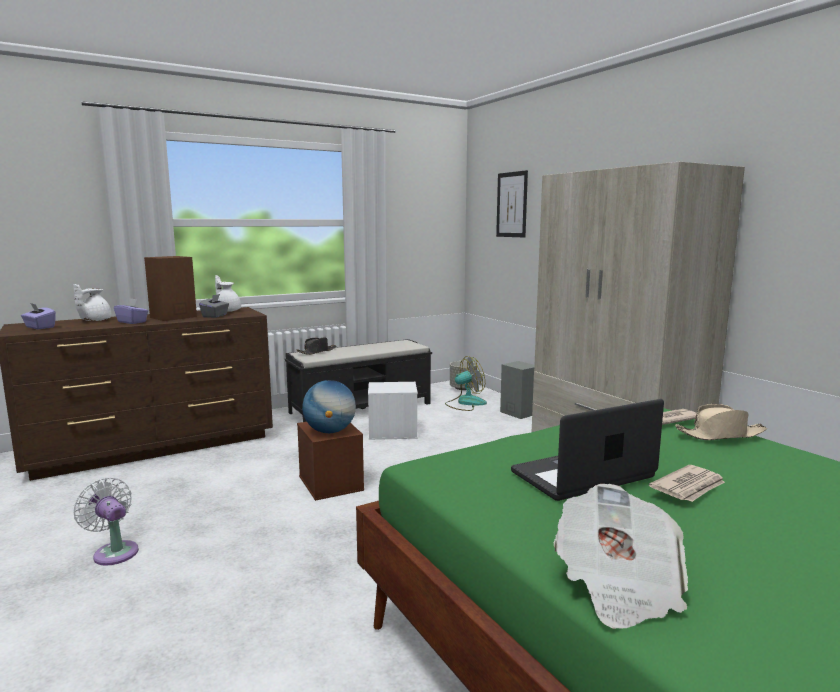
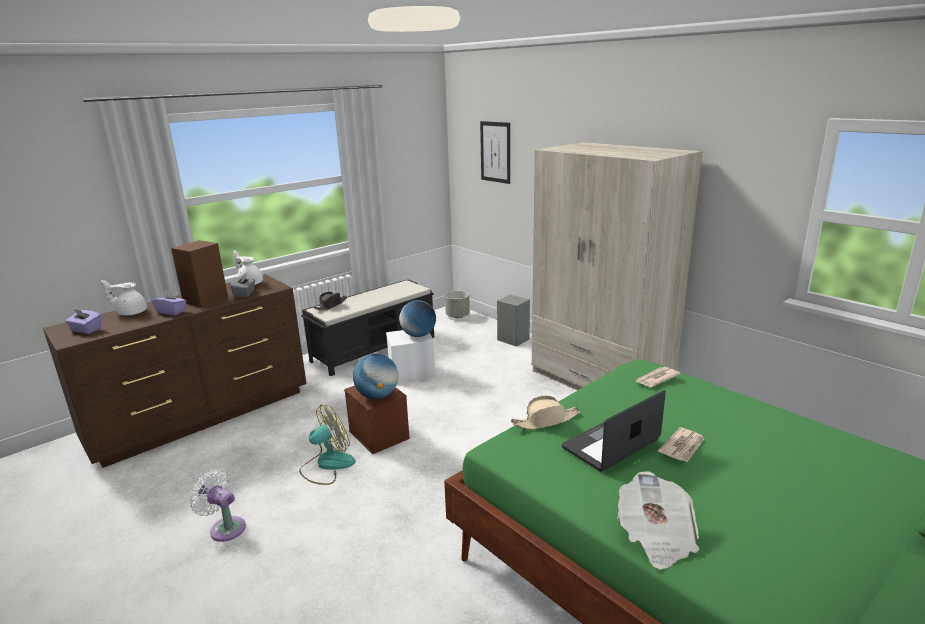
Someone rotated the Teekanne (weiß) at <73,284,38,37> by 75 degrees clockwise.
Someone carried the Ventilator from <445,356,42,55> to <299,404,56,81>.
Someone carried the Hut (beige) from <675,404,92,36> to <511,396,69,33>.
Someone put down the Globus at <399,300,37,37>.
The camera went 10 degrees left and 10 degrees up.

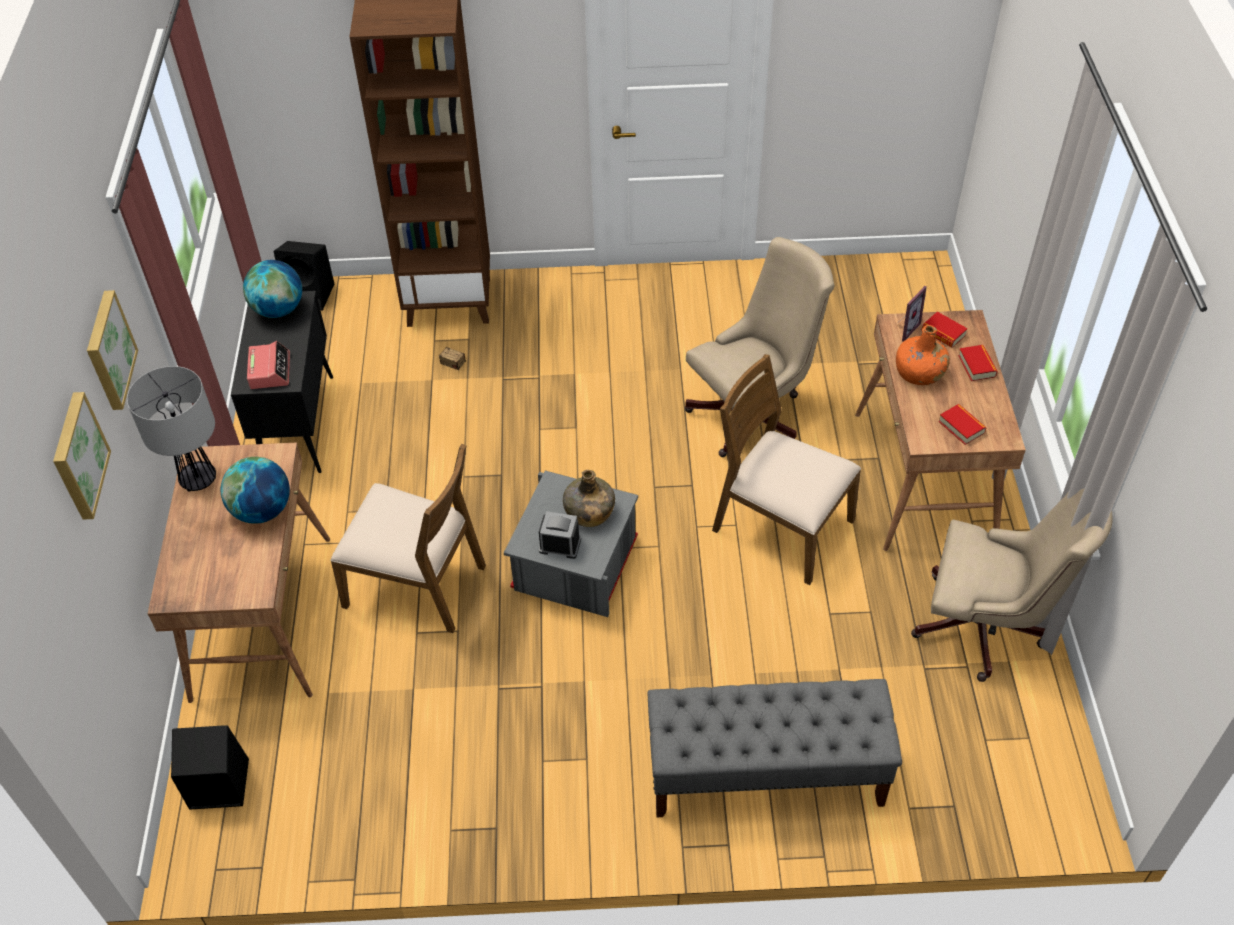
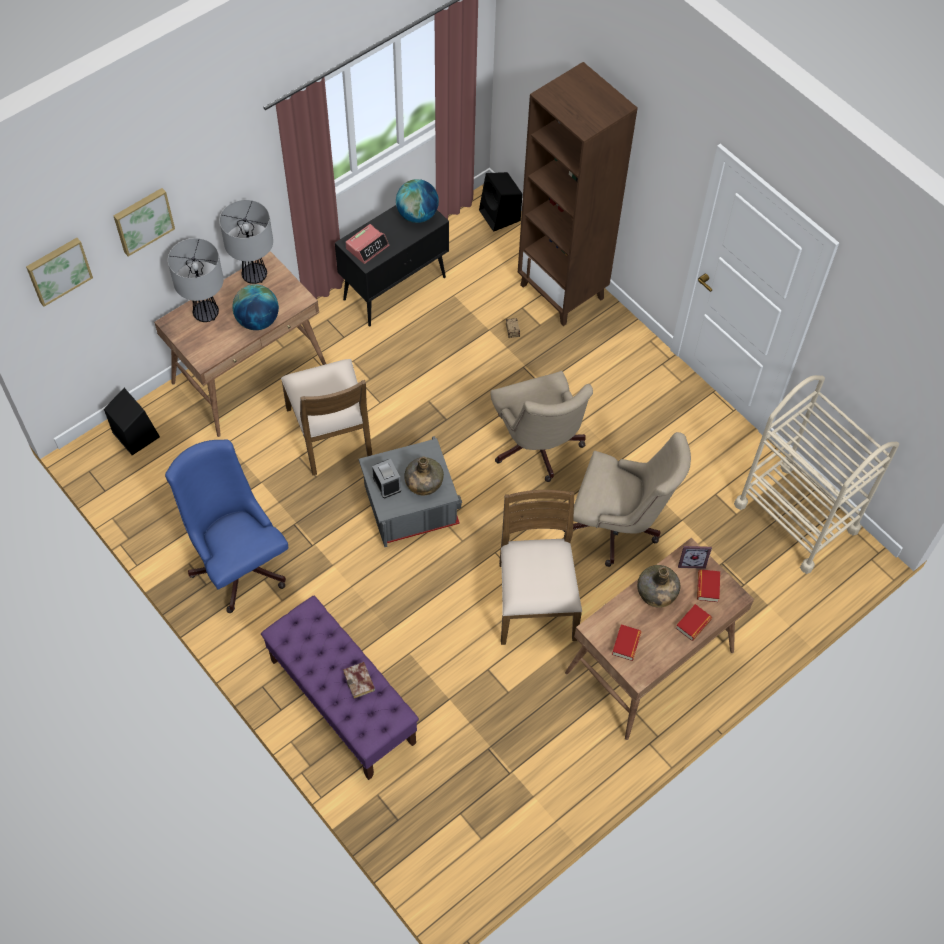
Someone carried the Bild from <87,290,51,120> to <26,238,67,69>.
Someone repainted the Bank (grau) at <648,679,254,138>, which became the Bank (lila) at <261,596,158,184>.
Someone repainted the Flasche (orange) at <896,325,54,60>, which became the Flasche (grün) at <637,565,43,43>.
Someone carried the Bürostuhl (beige) from <911,488,202,194> to <491,371,102,111>.
Someone put down the Bürostuhl (blau) at <165,439,123,174>.
Someone put down the Tischlampe at <168,238,56,84>.
Someone put down the Buch at <343,662,32,37>.
Someone put down the Rollwagen (beige) at <734,375,165,199>.
The camera went 50 degrees right and 10 degrees up.

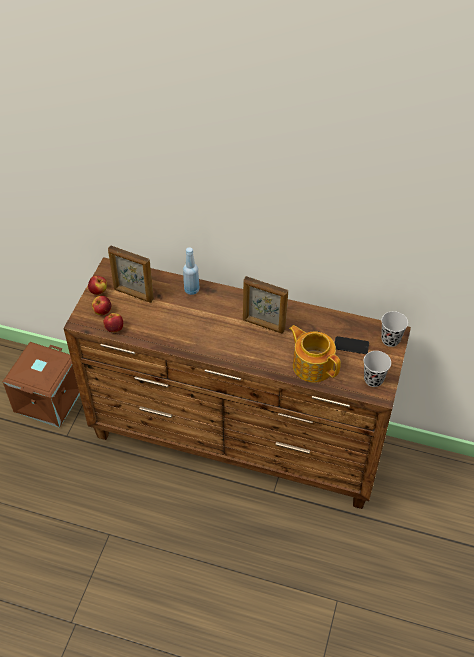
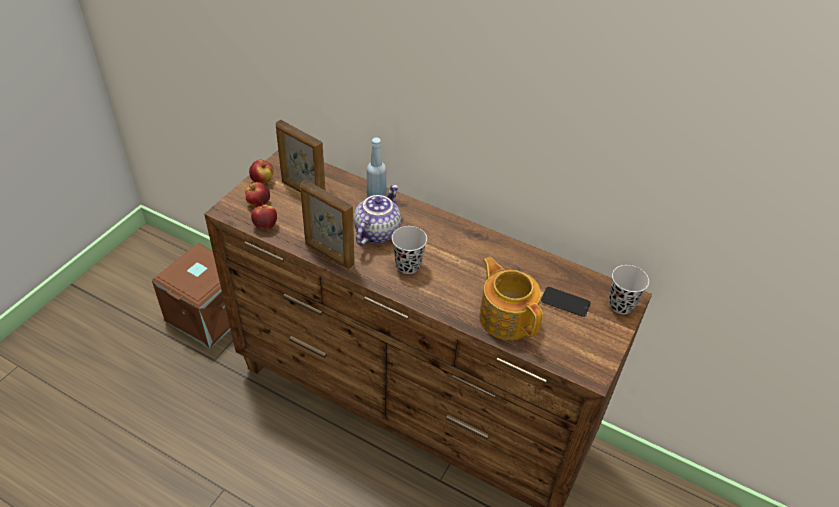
Someone carried the Bilderrahmen from <243,276,45,58> to <300,180,55,89>.
Someone carried the Tasse (schwarz) from <364,351,27,36> to <392,226,35,48>.
Someone put down the Teekanne at <354,184,47,62>.
The camera went 10 degrees right and 5 degrees down.

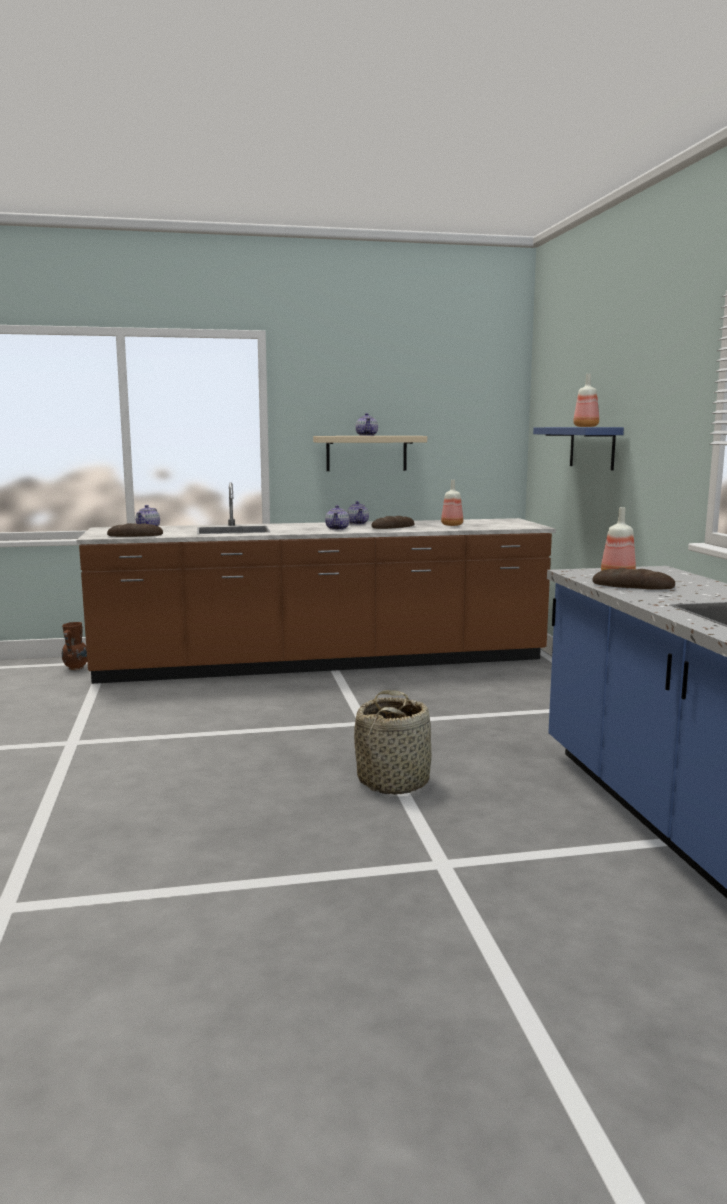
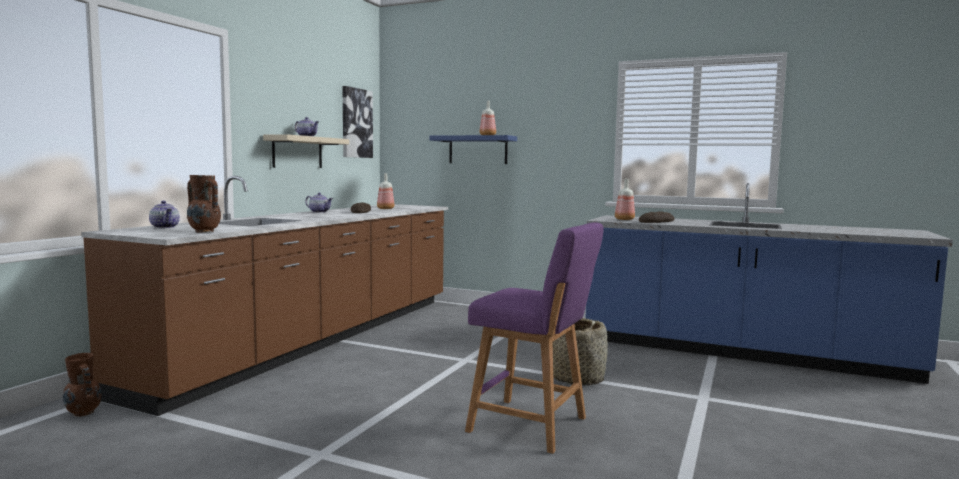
Someone swapped the Brot at <107,523,56,14> for the Vase (braun) at <187,175,34,57>.
Someone took away the Teekanne at <325,505,24,25>.
Someone put up the Bild at <343,86,30,72>.
Someone put down the Hocker (lila) at <465,222,139,232>.
The camera went 55 degrees left and 5 degrees down.

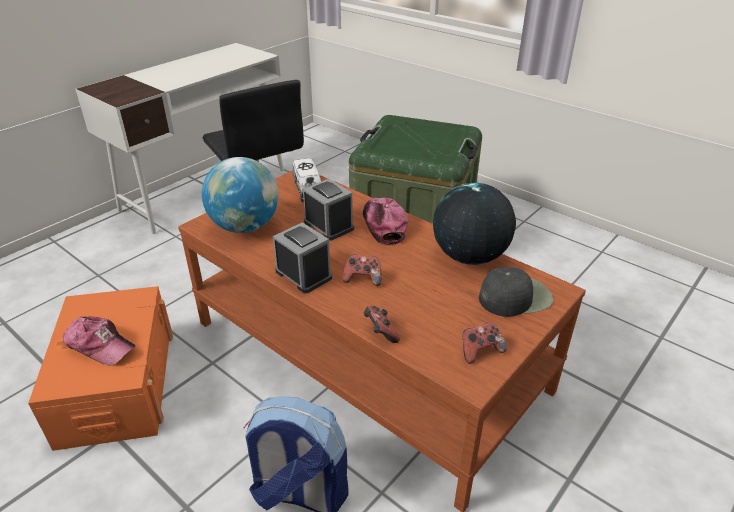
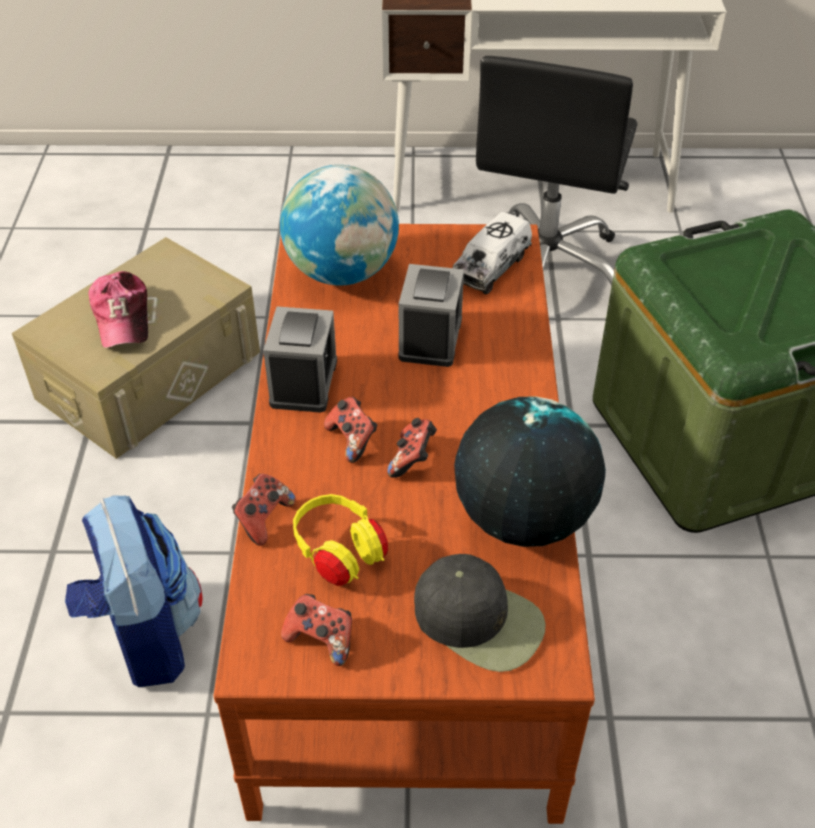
Someone repainted the Aufbewahrungsbox (orange) at <28,286,145,165>, which became the Aufbewahrungsbox (beige) at <12,237,248,222>.
Someone took away the Kappe at <363,198,45,48>.
Someone put down the Kopfhörer (gelb) at <293,494,95,92>.
Someone put down the Gamepad at <387,418,50,60>.
The camera went 50 degrees right and 10 degrees up.

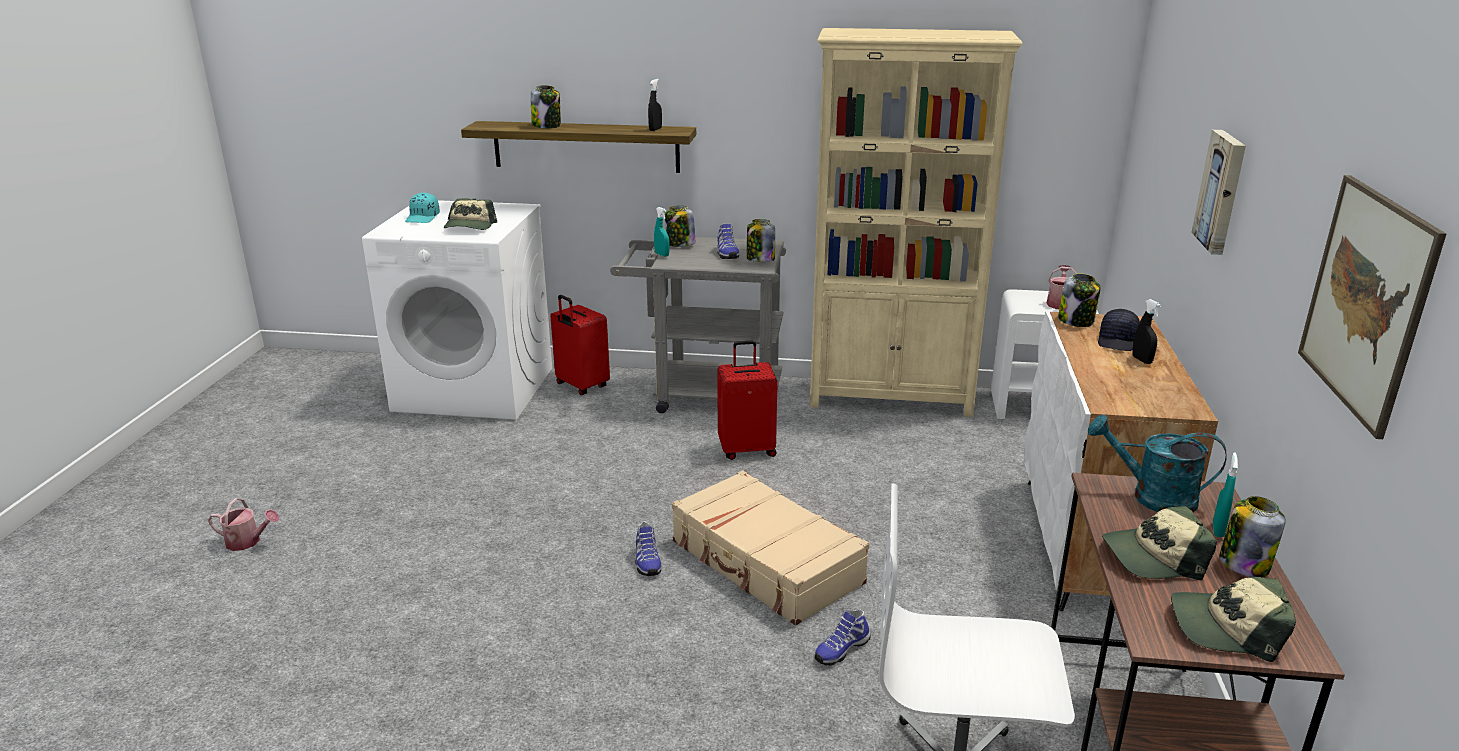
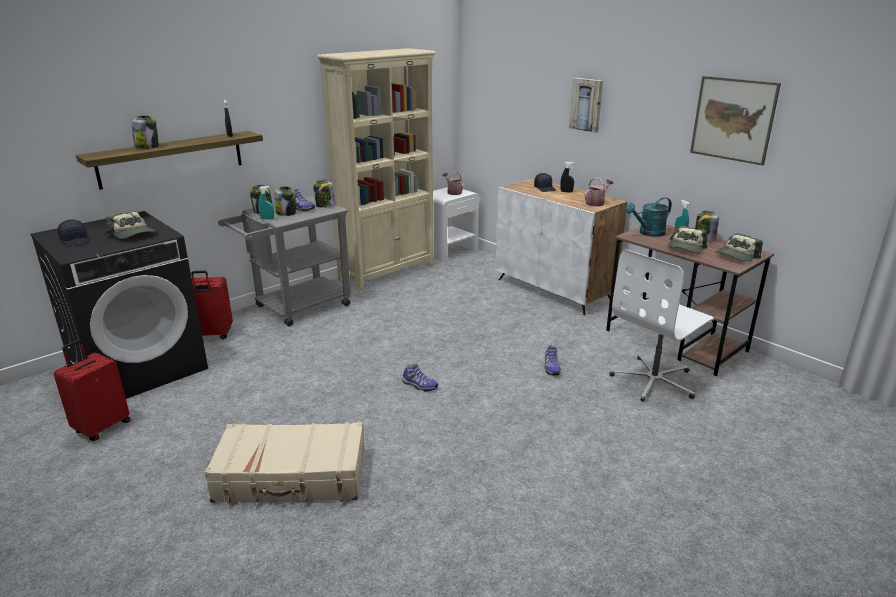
Someone carried the Gießkanne from <208,498,71,53> to <585,177,28,30>.
Someone repainted the Waschmaschine (weiß) at <362,200,190,220>, which became the Waschmaschine (schwarz) at <31,211,177,188>.
Someone repainted the Kappe (türkis) at <405,193,35,30>, which became the Kappe (schwarz) at <58,220,32,27>.
Someone carried the Koffer (beige) from <672,471,198,154> to <204,422,161,81>.
Someone carried the Koffer (rot) from <717,341,61,119> to <54,340,77,101>.
Someone carried the Vorratsglas from <1058,273,43,54> to <275,186,21,30>.
The camera went 50 degrees left and 0 degrees up.

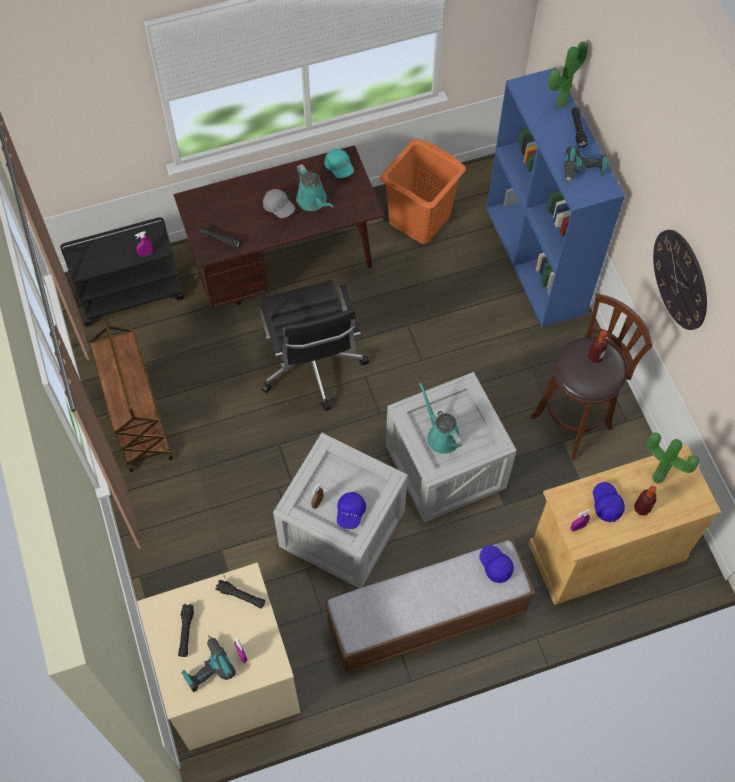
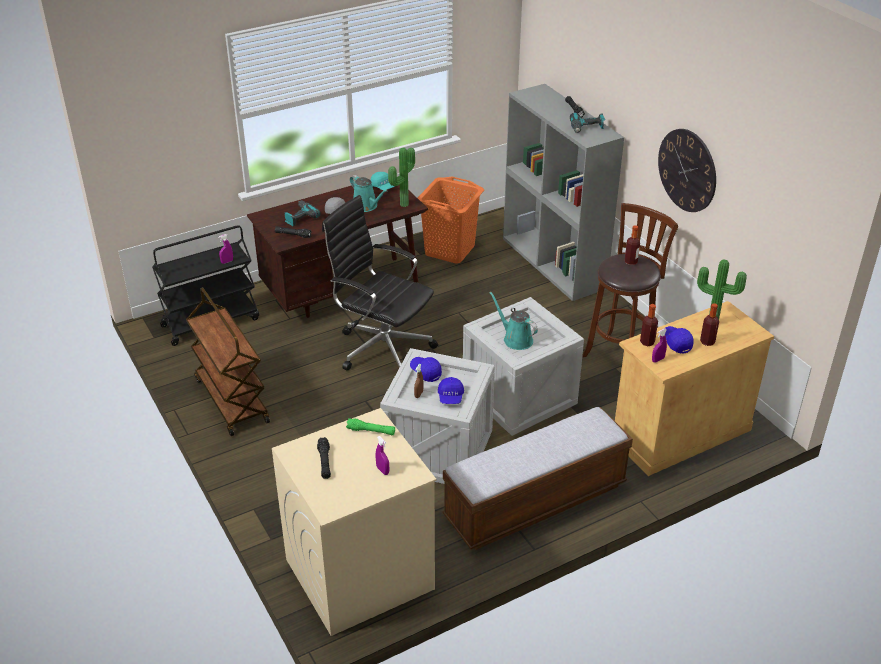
Someone carried the Bohrmaschine from <182,635,54,57> to <285,200,36,26>.
Someone repainted the Taschenlampe (schwarz) at <216,580,49,29>, which became the Taschenlampe (grün) at <346,418,49,17>.
Someone rotated the Bürostuhl (schwarz) at <260,280,109,131> by 150 degrees clockwise.
Someone carried the Kappe (blau) from <479,545,35,38> to <410,357,32,25>.
Someone repainted the Bücherregal (blau) at <486,67,139,260>, which became the Bücherregal (grau) at <503,84,121,217>.
Someone carried the Topfpflanze from <548,41,40,68> to <388,148,27,59>.
Someone put down the Flasche at <640,304,18,42>.
The camera went 10 degrees left and 25 degrees down.

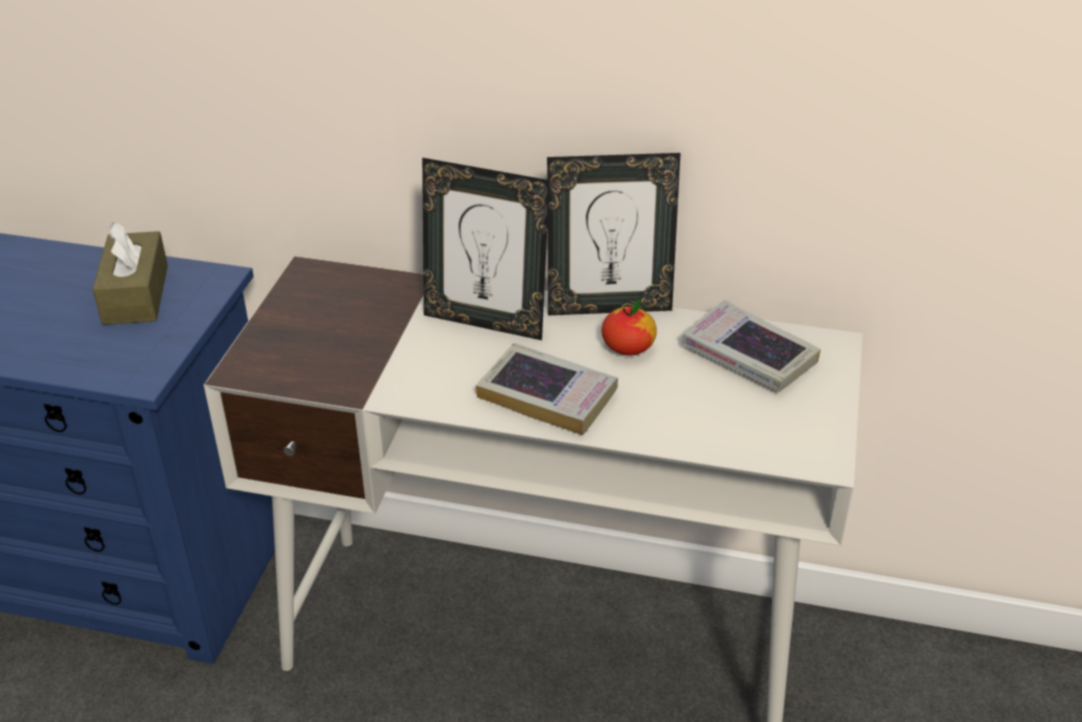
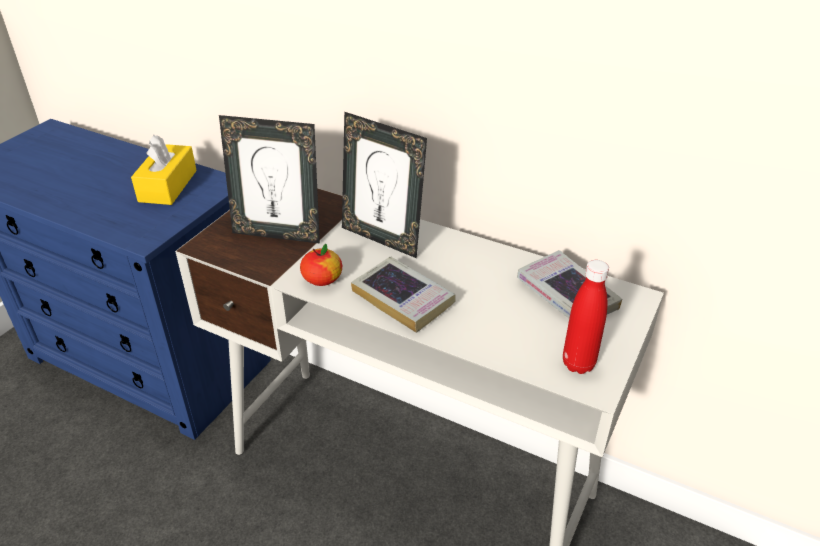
Someone repainted the Taschentuchbox (braun) at <92,222,76,103>, which became the Taschentuchbox (gelb) at <131,135,66,70>.
Someone carried the Bilderrahmen from <547,153,134,162> to <219,115,101,129>.
Someone carried the Apfel from <602,299,55,57> to <300,244,42,42>.
Someone put down the Flasche (rot) at <563,260,46,114>.
The camera went 15 degrees right and 0 degrees up.

